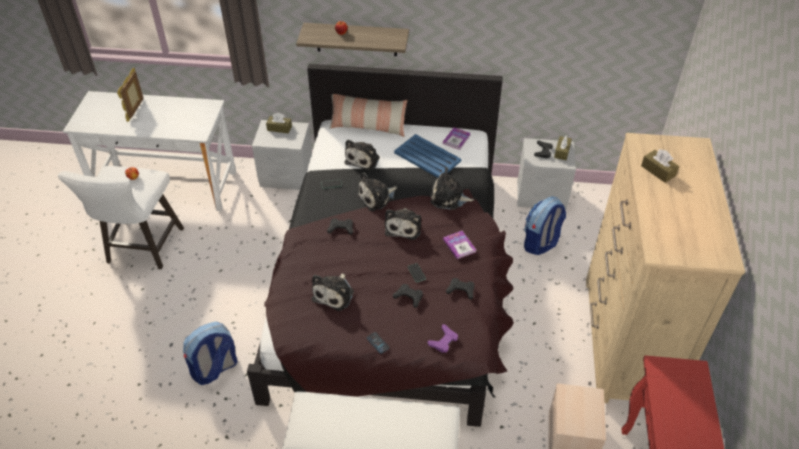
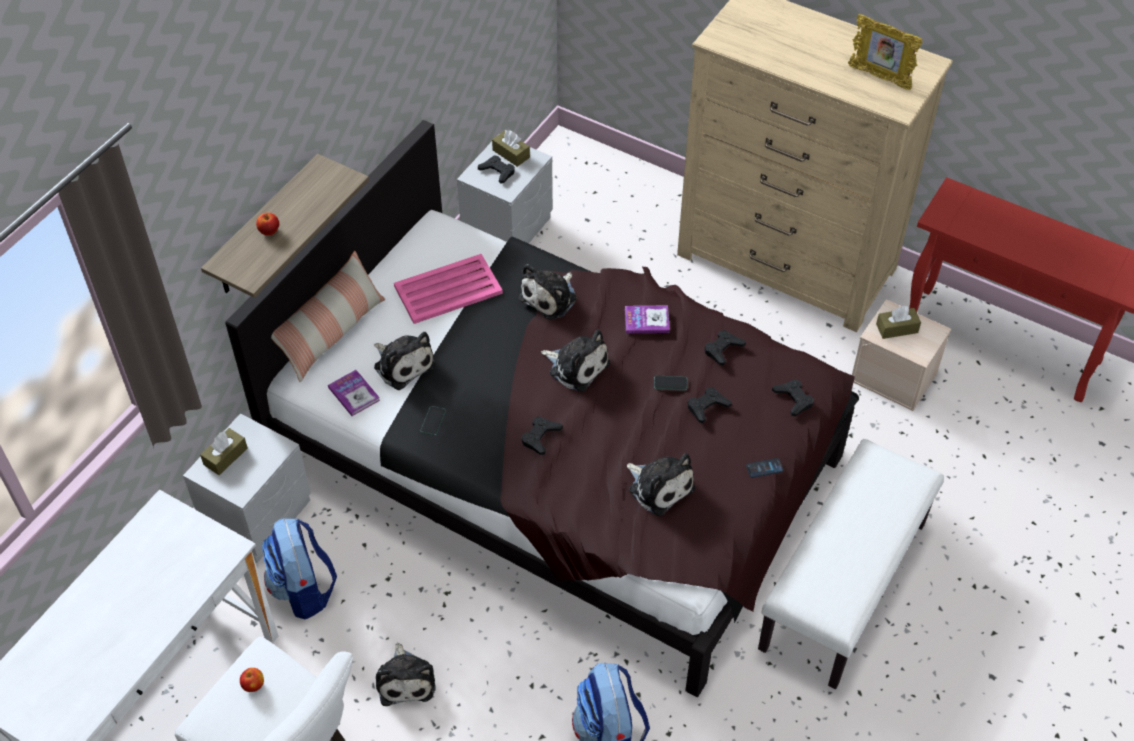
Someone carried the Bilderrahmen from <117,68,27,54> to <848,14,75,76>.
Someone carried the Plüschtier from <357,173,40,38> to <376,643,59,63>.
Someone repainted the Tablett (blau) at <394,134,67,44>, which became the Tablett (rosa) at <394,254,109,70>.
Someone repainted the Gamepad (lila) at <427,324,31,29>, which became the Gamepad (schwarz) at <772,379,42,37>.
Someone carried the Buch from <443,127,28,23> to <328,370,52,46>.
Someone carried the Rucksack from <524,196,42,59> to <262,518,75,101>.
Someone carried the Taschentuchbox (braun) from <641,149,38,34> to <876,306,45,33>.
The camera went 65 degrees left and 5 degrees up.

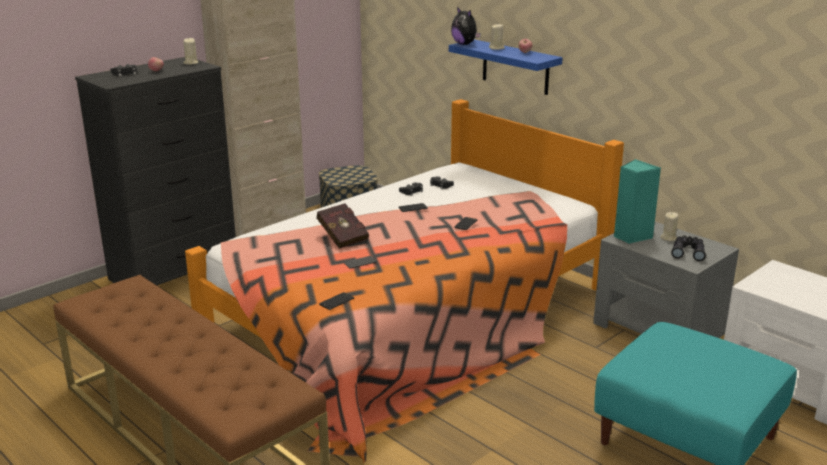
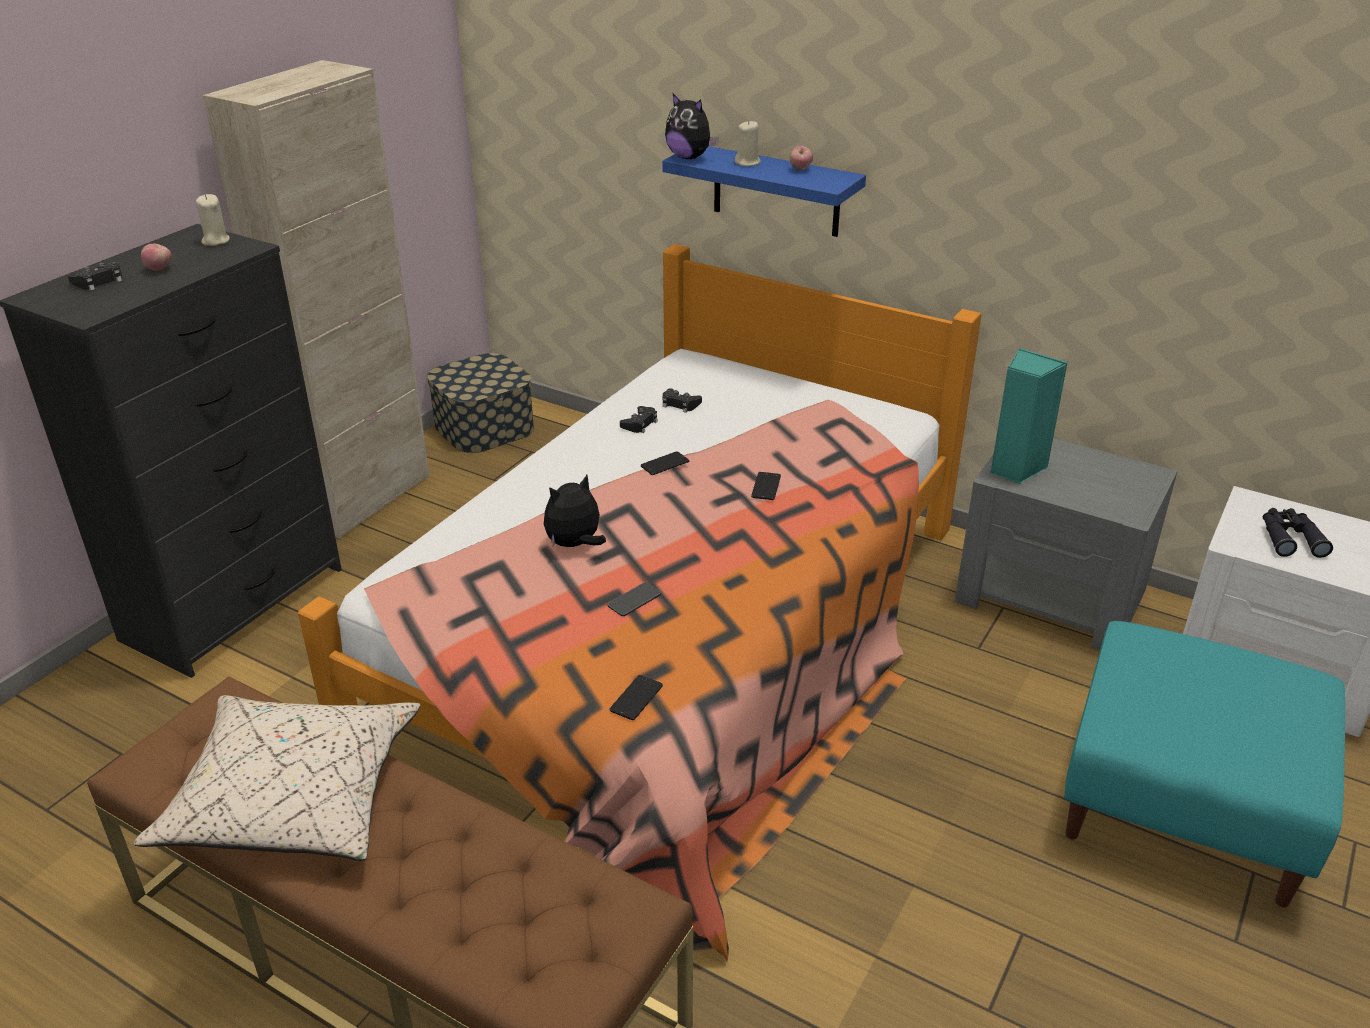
Someone swapped the Buch (rot) at <316,203,53,46> for the Plüschtier at <544,475,62,73>.
Someone took away the Kerze (beige) at <660,212,18,29>.
Someone carried the Fernglas (schwarz) from <671,235,35,26> to <1263,508,70,50>.
Someone put down the Kissen (beige) at <134,695,286,166>.
The camera went 15 degrees left and 10 degrees up.

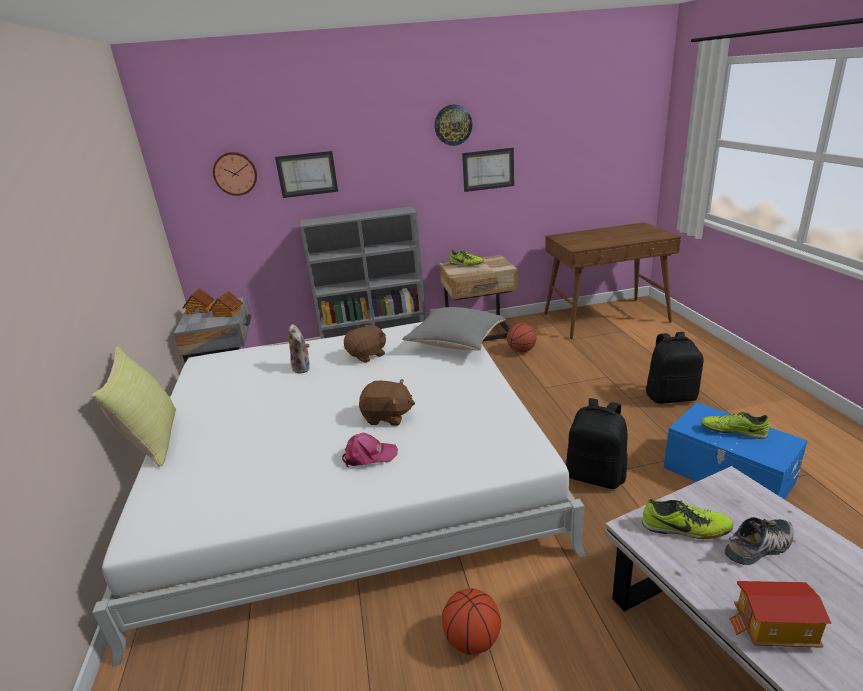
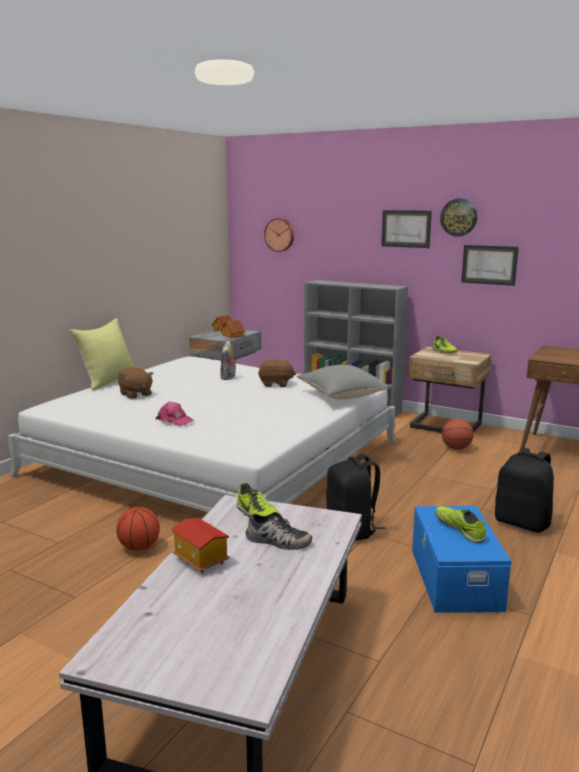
Someone carried the Bild from <275,151,63,47> to <381,210,51,38>.
Someone carried the Plüschtier (braun) from <359,379,56,47> to <118,367,35,32>.
The camera went 40 degrees right and 10 degrees down.

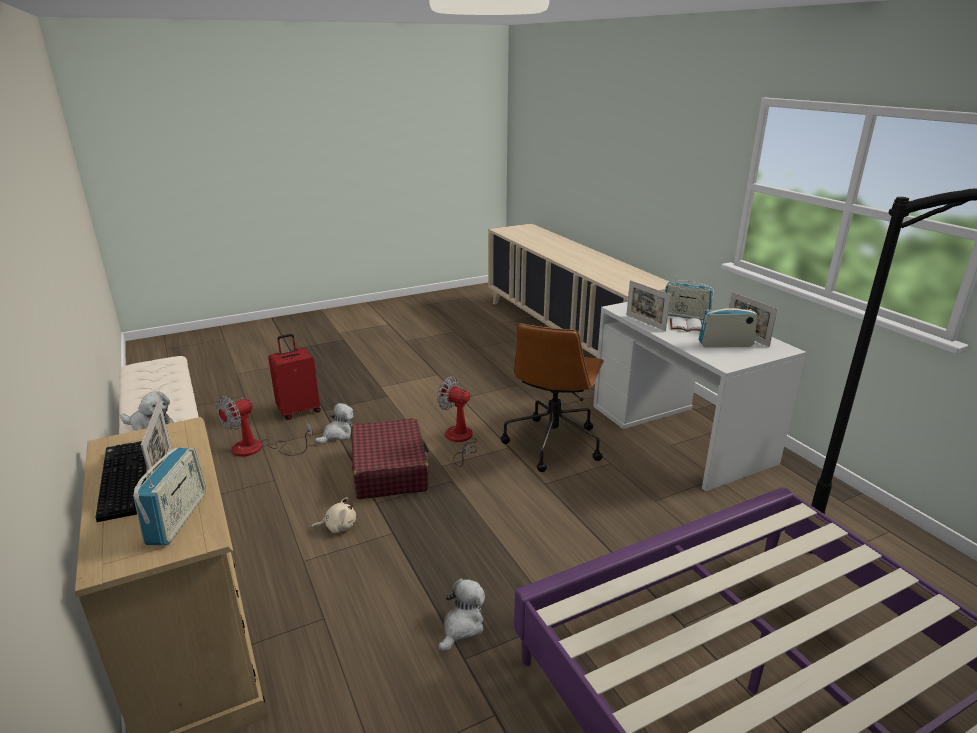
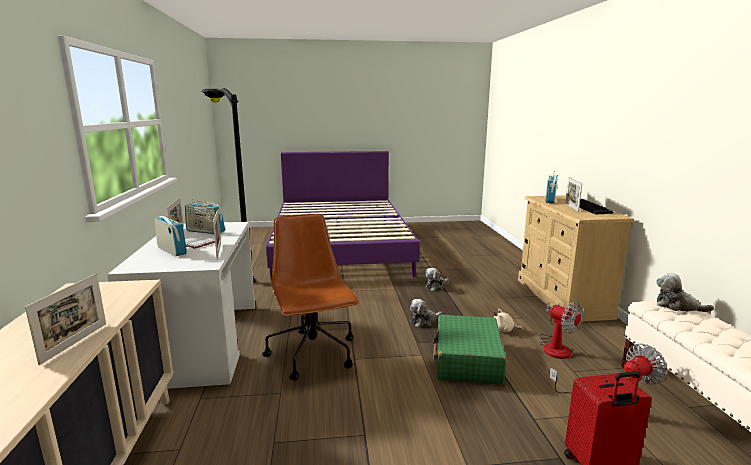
Someone carried the Plüschtier from <315,403,38,41> to <410,299,32,28>.
Someone repainted the Koffer (rot) at <351,418,78,81>, which became the Koffer (grün) at <433,315,74,70>.
Someone carried the Ventilator from <437,376,40,91> to <539,302,44,57>.
Someone rotated the Bürostuhl (braun) at <501,323,103,149> by 60 degrees counterclockwise.
Someone put down the Bilderrahmen at <25,274,81,91>.
The camera went 160 degrees left and 10 degrees down.

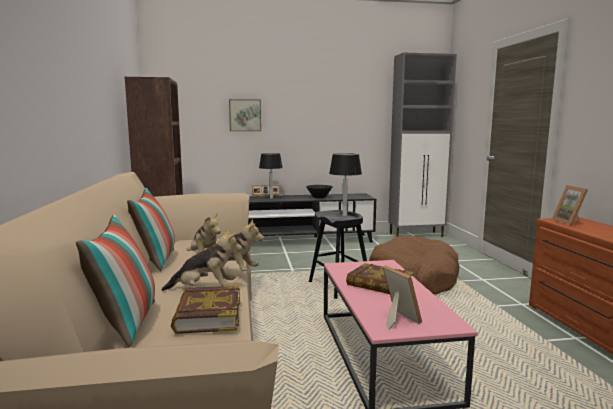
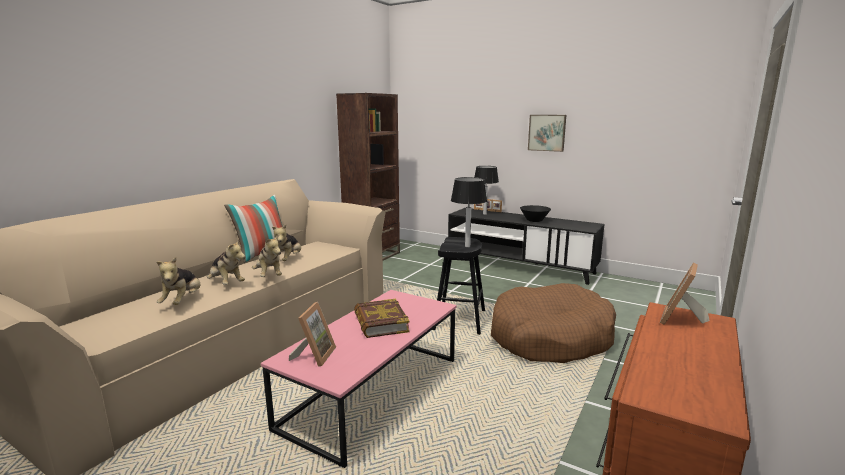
Someone took away the Kissen at <76,215,79,132>.
Someone swapped the Buch at <171,285,69,49> for the Plüschtier at <156,257,45,48>.
Someone carried the Bild from <229,99,32,32> to <528,115,38,37>.
Someone took away the Schrank (grau) at <388,53,69,184>.
The camera went 40 degrees right and 5 degrees up.

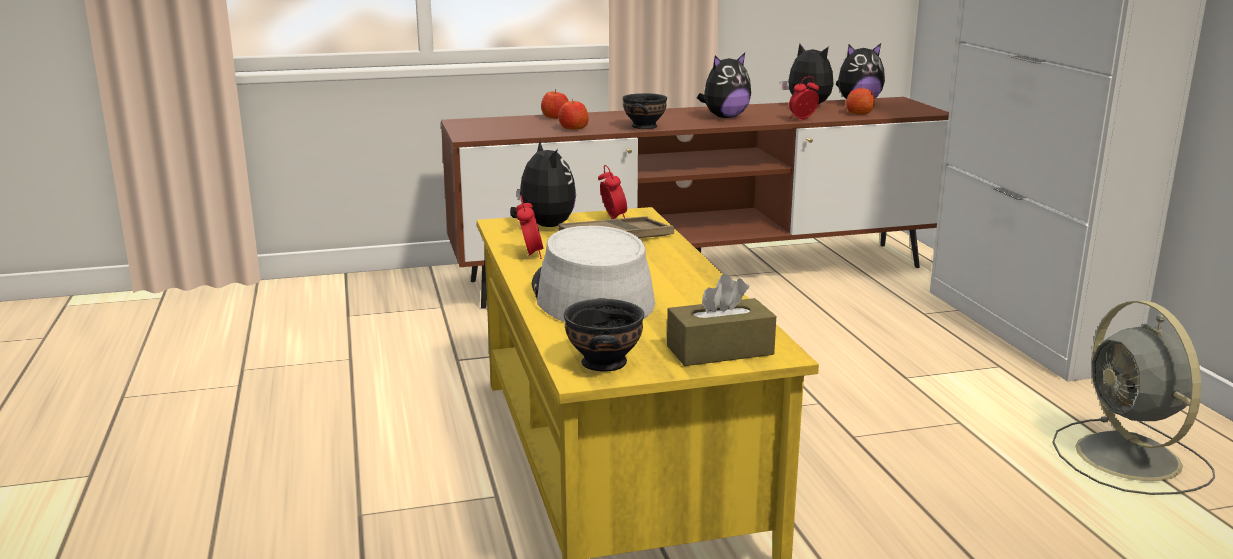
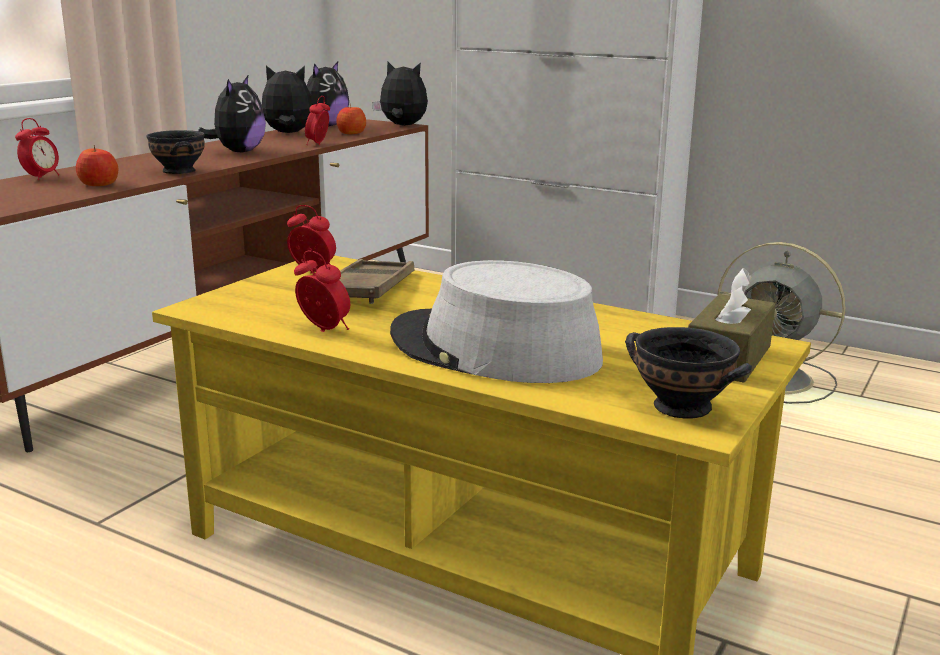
Someone carried the Plüschtier from <510,139,66,88> to <372,62,56,64>.
Someone swapped the Apfel at <541,89,28,30> for the Wecker at <15,118,44,62>.
The camera went 45 degrees left and 0 degrees up.

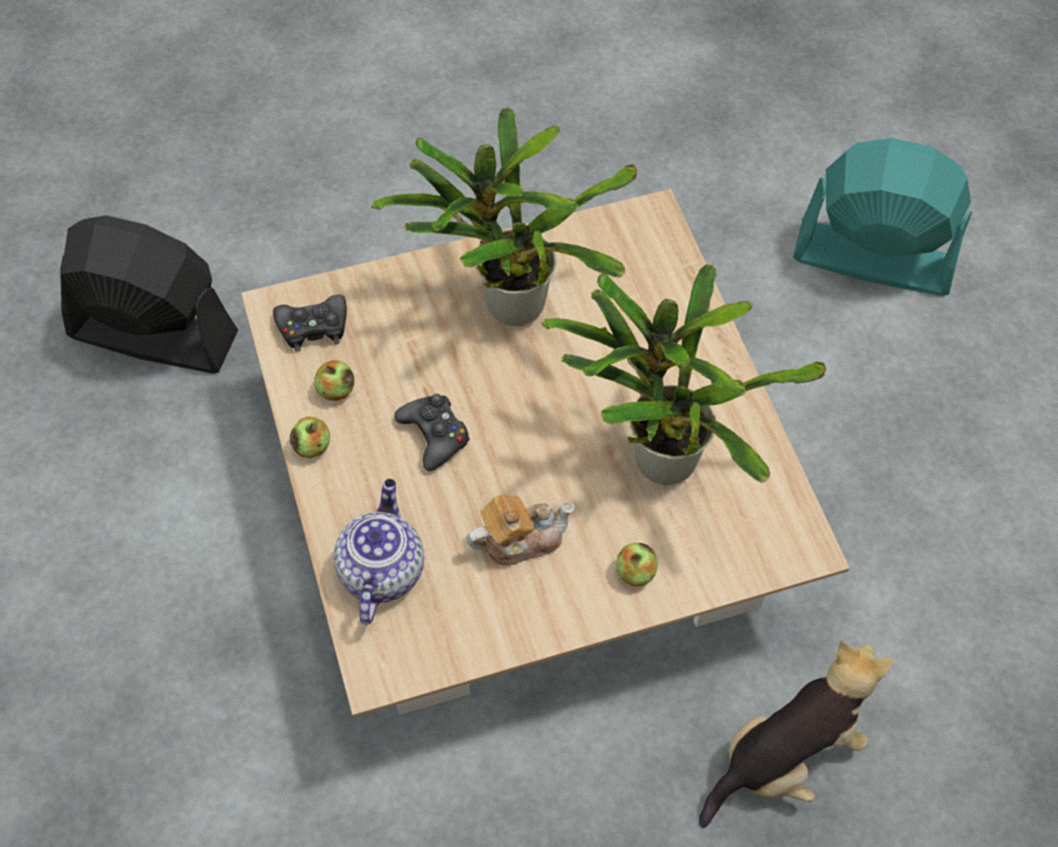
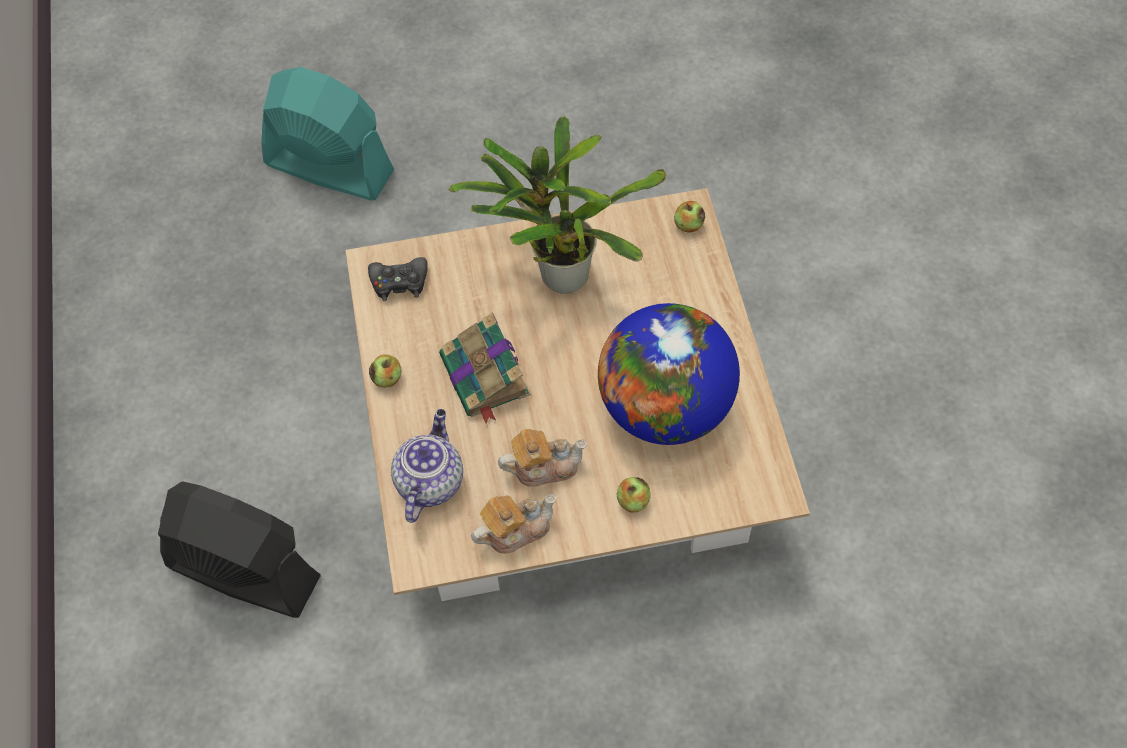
Someone carried the Ventilator (schwarz) from <61,215,177,158> to <158,481,163,137>.
Someone carried the Apfel from <314,360,40,41> to <674,201,31,31>.
Someone swapped the Gamepad (schwarz) at <394,394,76,77> for the Buch at <439,313,92,111>.
Someone swapped the Topfpflanze at <541,264,286,221> for the Globus at <598,303,142,142>.
Someone took away the Plüschtier at <699,641,194,187>.
Someone carried the Ventilator (türkis) from <793,138,179,158> to <261,67,133,133>.
Someone put down the Teekanne at <471,494,86,60>.
The camera went 10 degrees right and 0 degrees up.

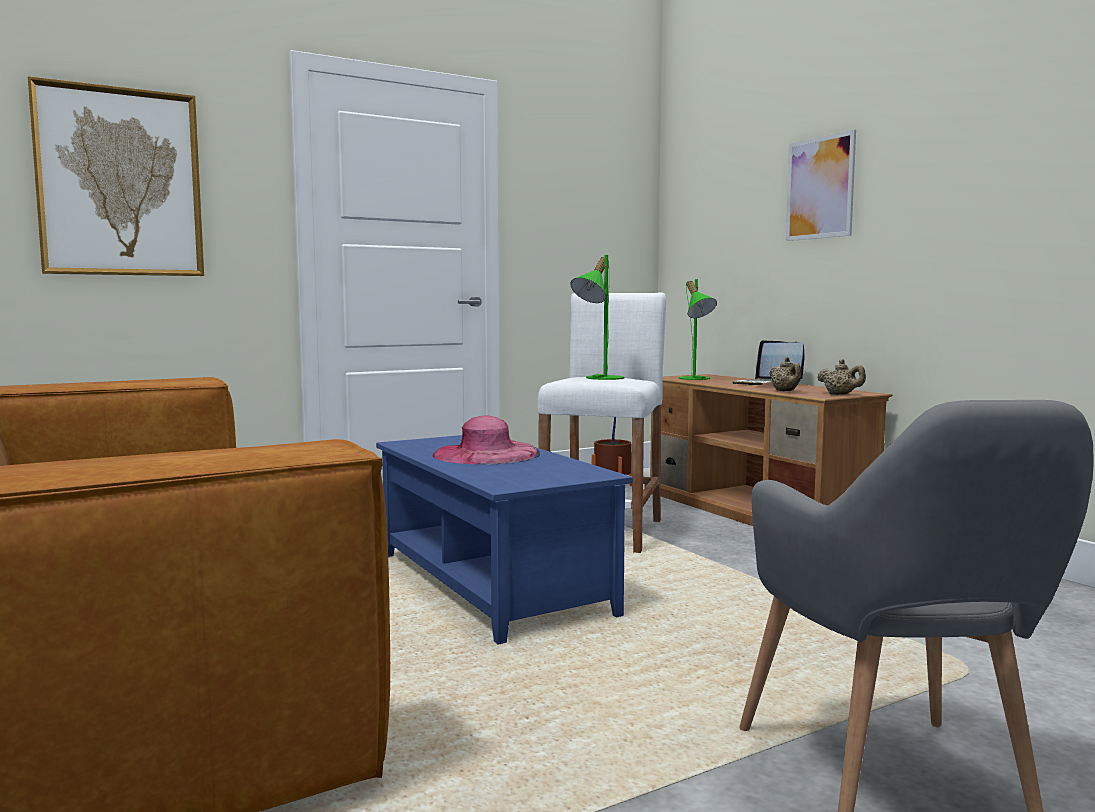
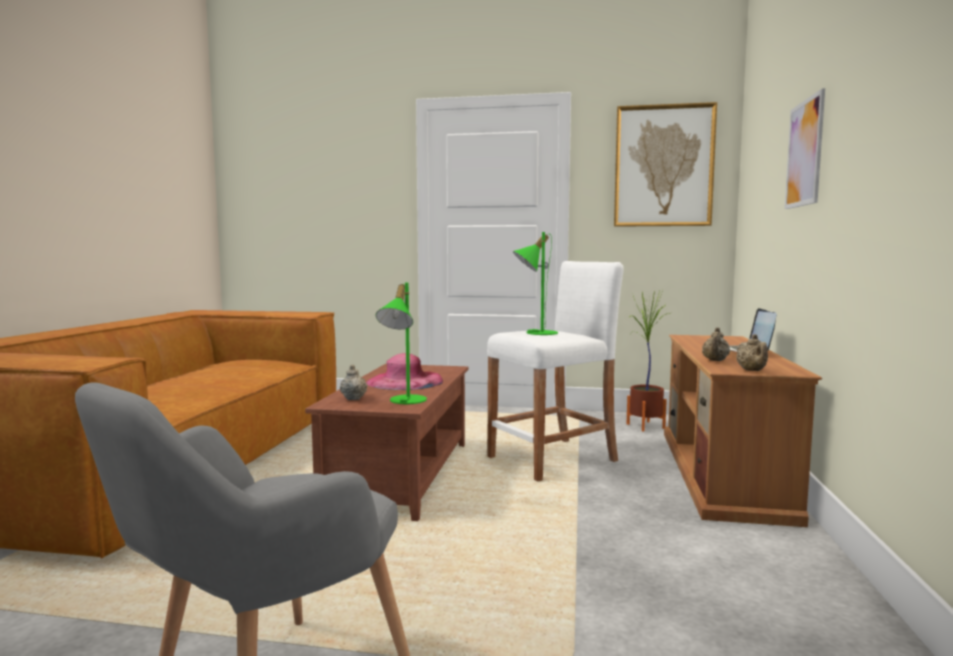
Someone carried the Bild from <27,76,177,200> to <614,102,103,125>.
Someone repainted the Couchtisch (blau) at <376,435,257,210>, which became the Couchtisch (braun) at <305,364,163,157>.
Someone carried the Tischlampe (grün) from <679,279,38,101> to <376,283,51,121>.
Someone put down the Teekanne (beige) at <340,364,28,36>.
The camera went 40 degrees right and 0 degrees up.

